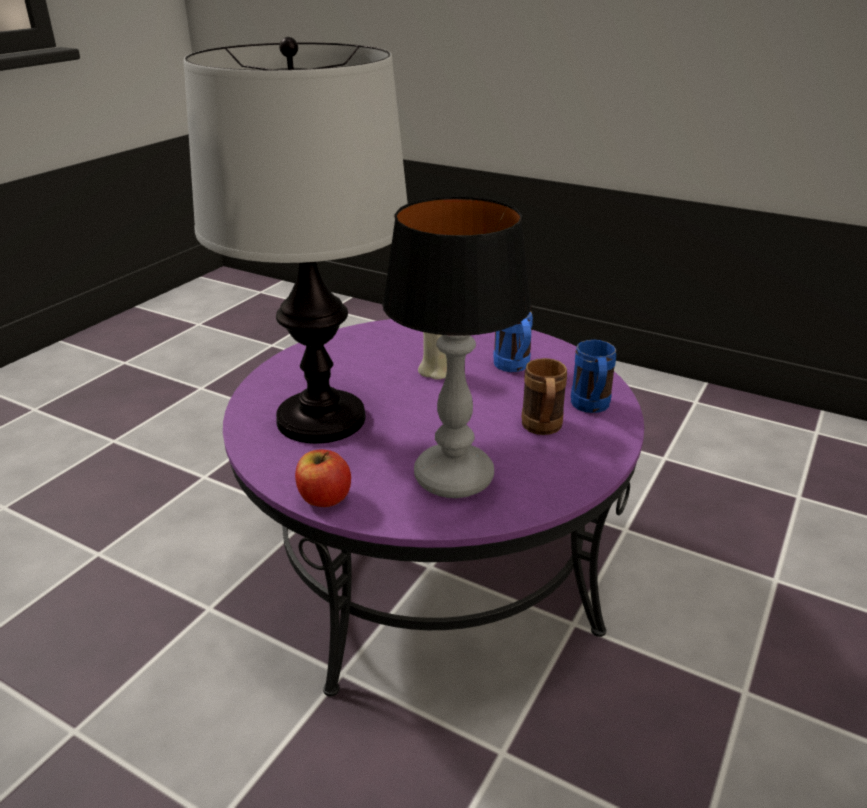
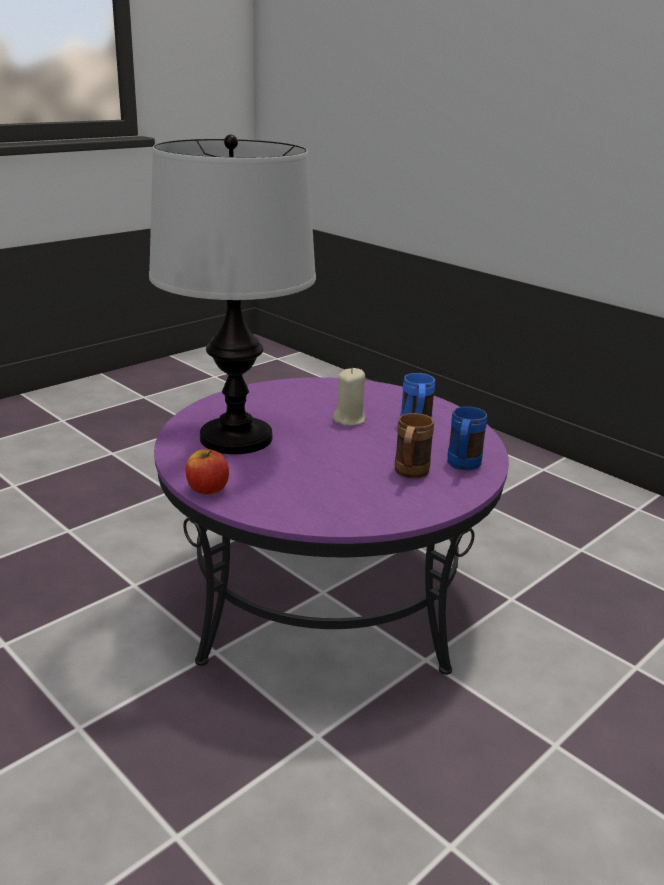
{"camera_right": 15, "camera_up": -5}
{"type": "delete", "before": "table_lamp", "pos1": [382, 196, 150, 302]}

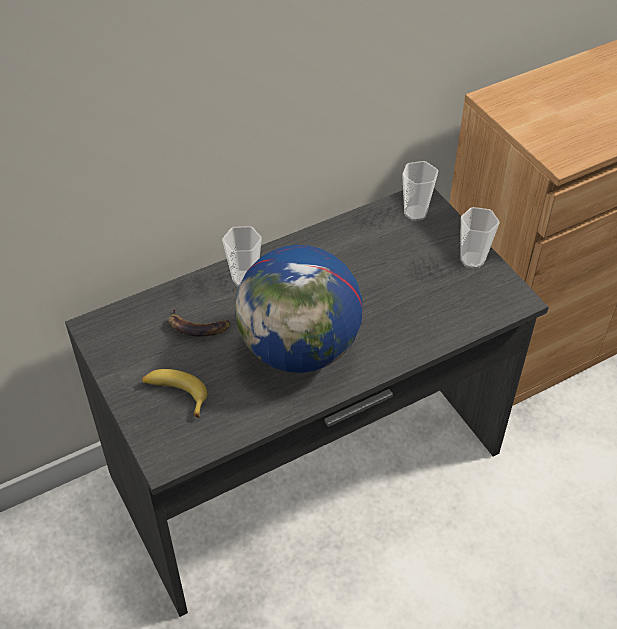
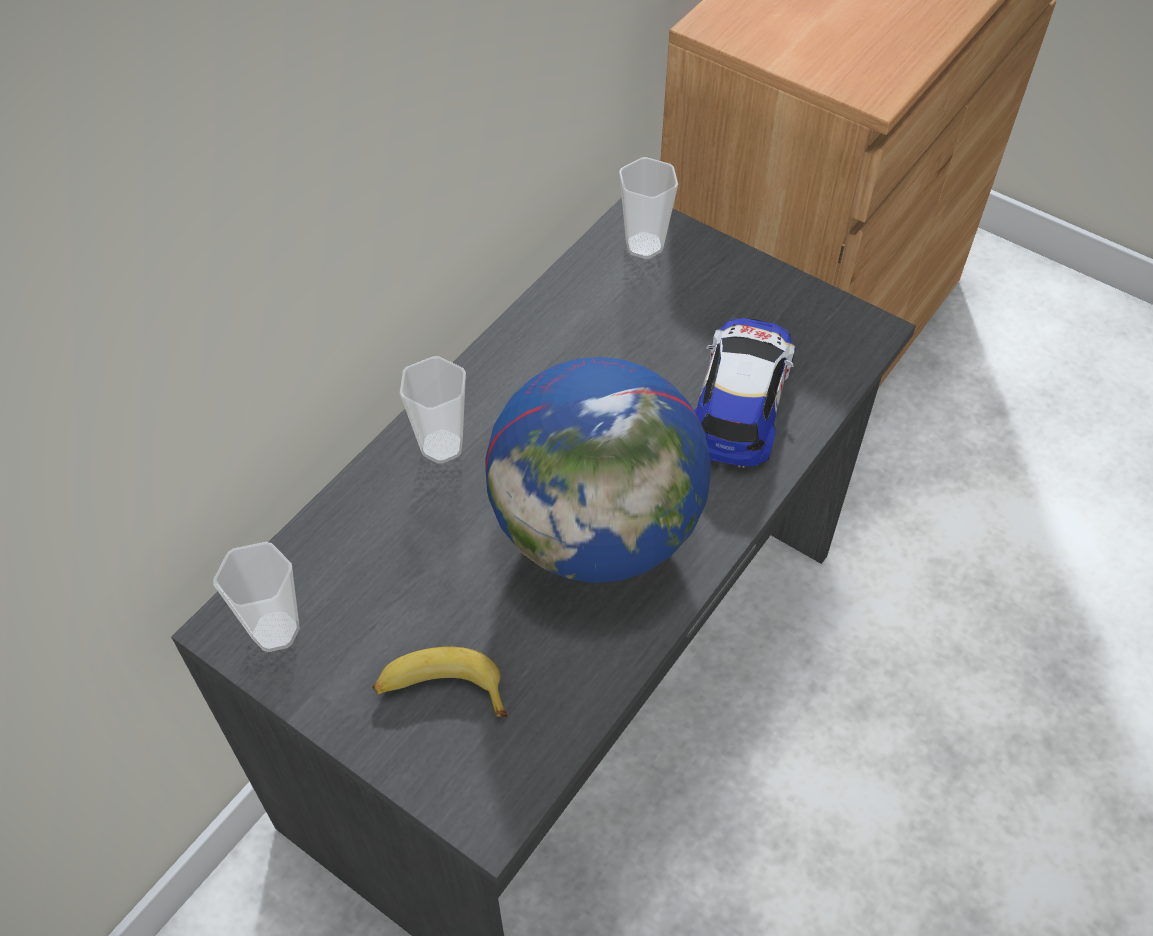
{"camera_right": -25, "camera_up": 5}
{"type": "move", "before": "small_cup", "pos1": [460, 207, 40, 62], "pos2": [213, 542, 87, 110]}
{"type": "insert", "after": "model_car", "pos2": [694, 318, 102, 150]}
{"type": "delete", "before": "banana_fruit", "pos1": [168, 307, 62, 30]}

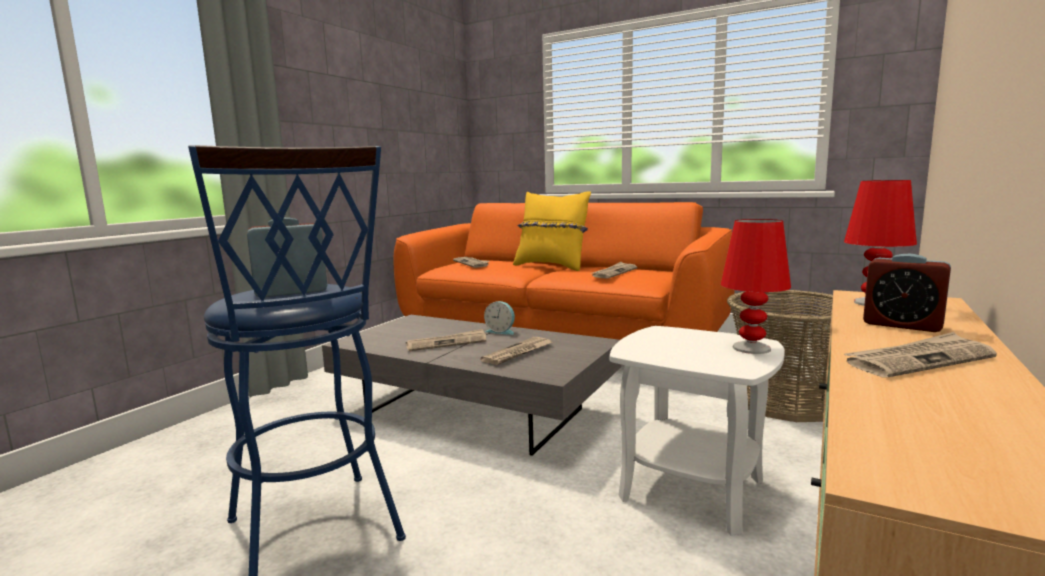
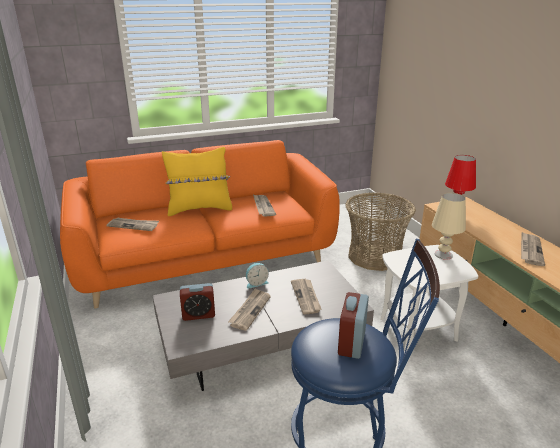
{"camera_right": -50, "camera_up": 15}
{"type": "move", "before": "bedside_clock", "pos1": [863, 254, 88, 78], "pos2": [180, 283, 35, 38]}
{"type": "recolor", "before": "red_table_lamp", "after": "beige-coloured_table_lamp", "pos1": [721, 219, 70, 135], "pos2": [432, 193, 34, 67]}

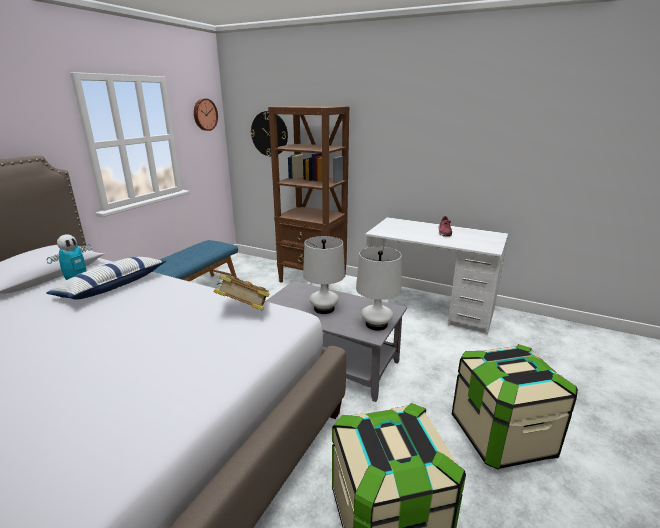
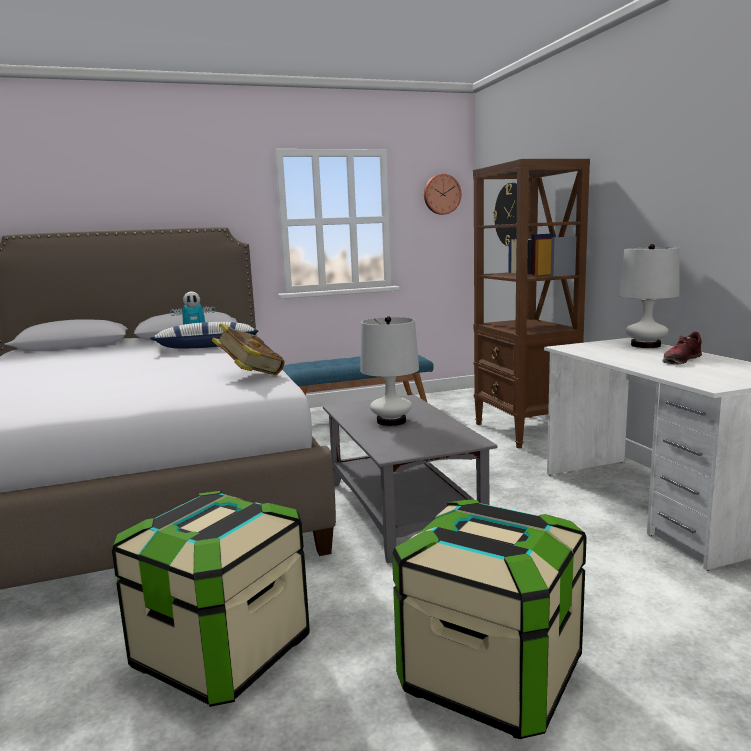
{"camera_right": 45, "camera_up": -10}
{"type": "move", "before": "whitish_table_lamp", "pos1": [356, 247, 46, 84], "pos2": [619, 244, 61, 104]}

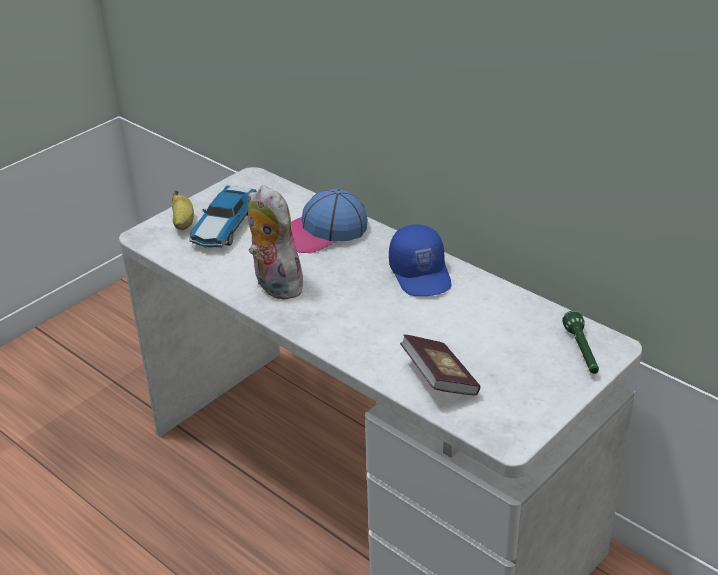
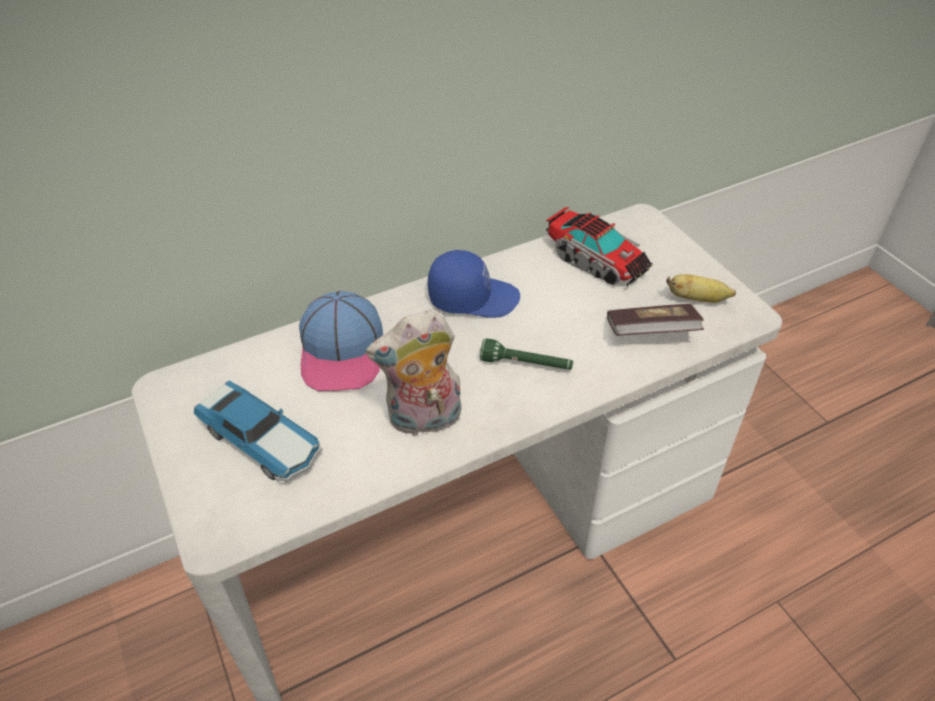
{"camera_right": -70, "camera_up": 10}
{"type": "move", "before": "green-coloured_flashlight", "pos1": [562, 311, 37, 63], "pos2": [480, 338, 93, 32]}
{"type": "insert", "after": "model_truck", "pos2": [546, 207, 107, 79]}
{"type": "move", "before": "banana_fruit", "pos1": [172, 190, 22, 40], "pos2": [666, 274, 70, 29]}

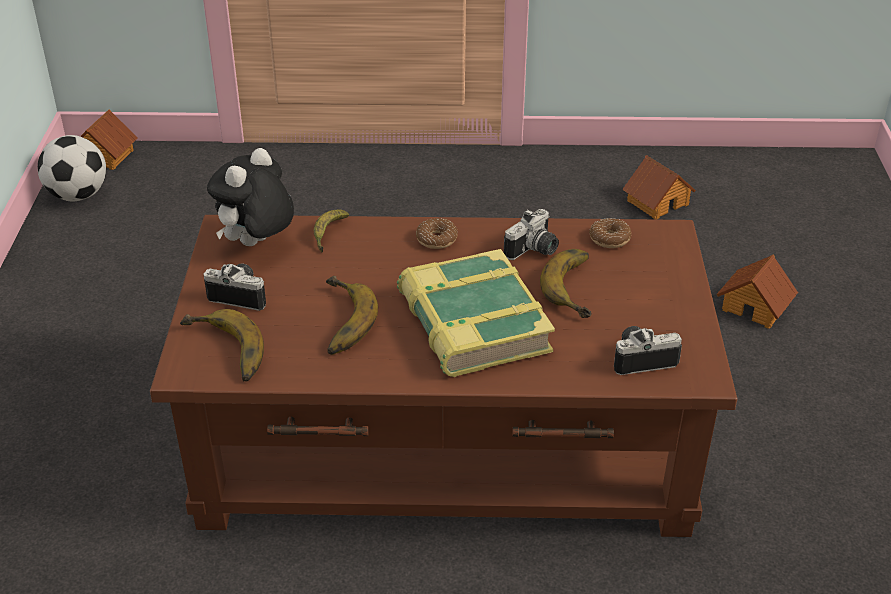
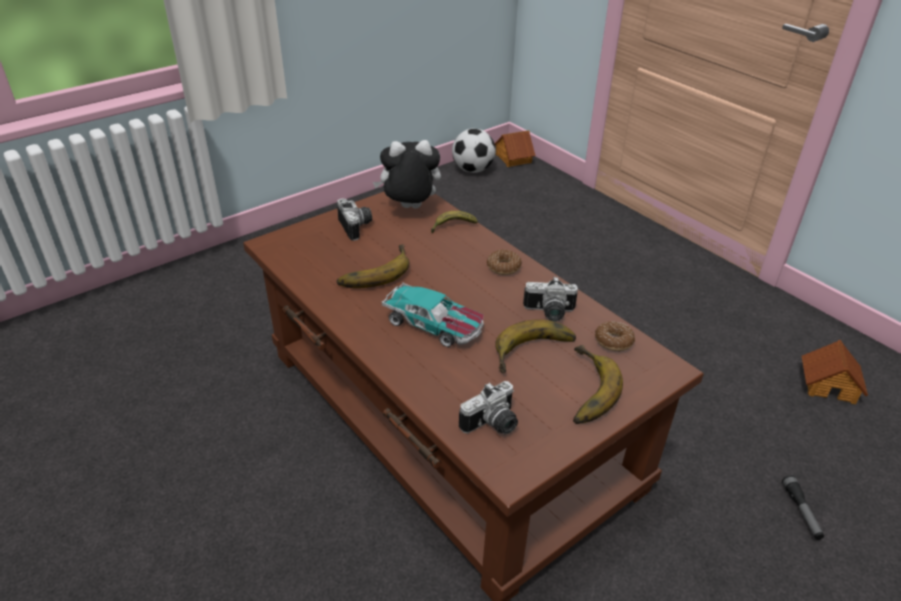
{"camera_right": 50, "camera_up": 0}
{"type": "replace", "before": "book", "after": "model_car", "pos1": [397, 249, 158, 128], "pos2": [382, 283, 102, 64]}
{"type": "rotate", "before": "photo_camera", "pos1": [614, 326, 68, 49], "pos2": [459, 381, 59, 54], "turn": 105}
{"type": "move", "before": "banana_fruit", "pos1": [180, 309, 84, 73], "pos2": [573, 345, 50, 79]}
{"type": "replace", "before": "model_house", "after": "flashlight", "pos1": [717, 255, 81, 74], "pos2": [782, 475, 42, 65]}

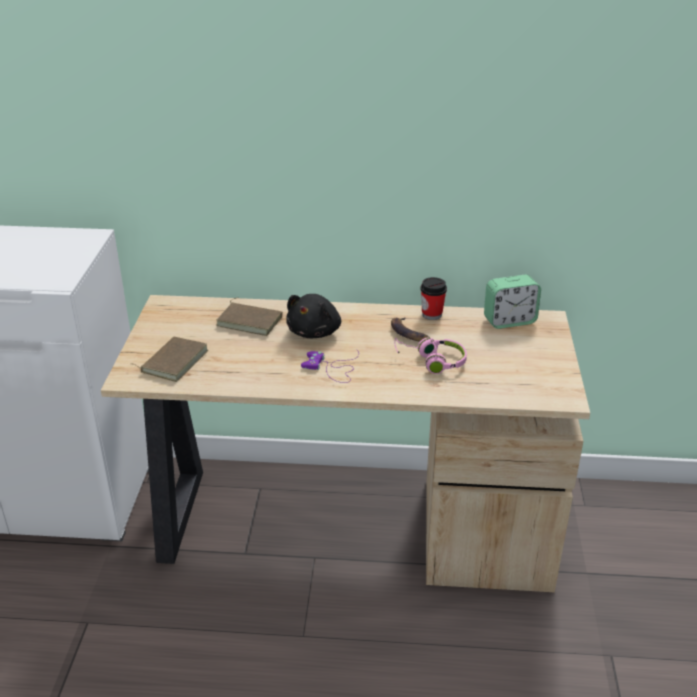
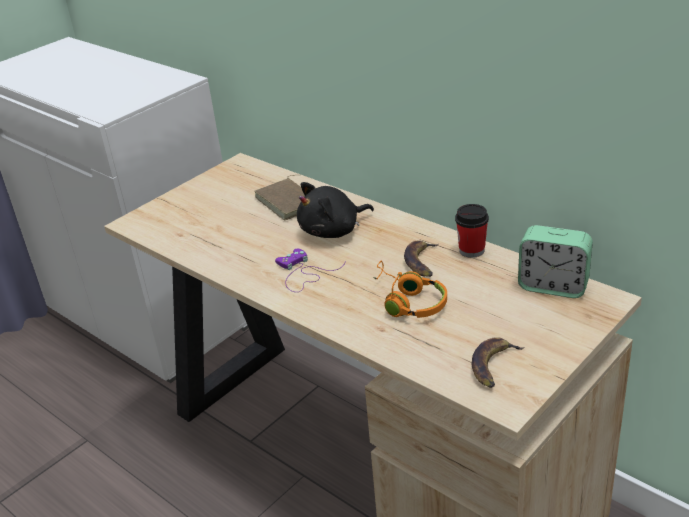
{"camera_right": 40, "camera_up": 0}
{"type": "recolor", "before": "pink-coloured_pair_of_headphones", "after": "orange-coloured_pair_of_headphones", "pos1": [395, 338, 72, 36], "pos2": [373, 261, 74, 57]}
{"type": "insert", "after": "banana_fruit", "pos2": [471, 337, 54, 51]}
{"type": "delete", "before": "brown-coloured_book", "pos1": [133, 337, 75, 45]}

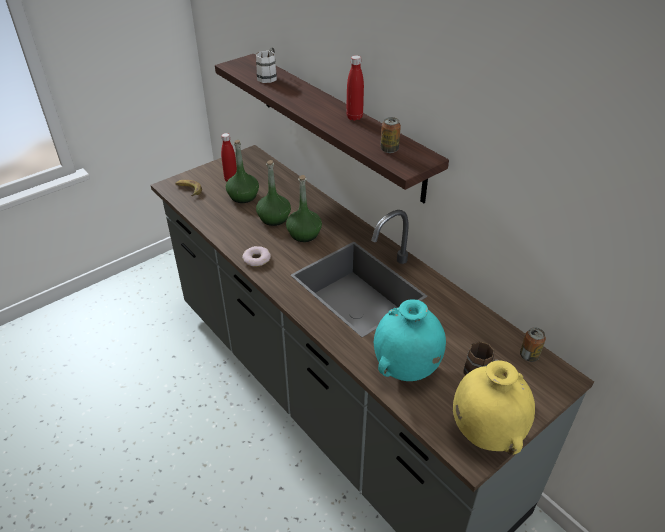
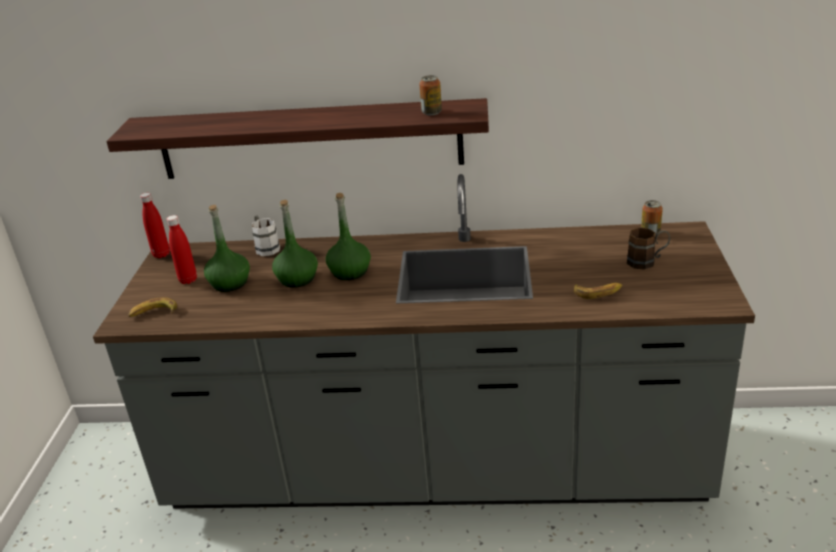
{"camera_right": -45, "camera_up": -10}
{"type": "move", "before": "red_drink_bottle", "pos1": [346, 55, 18, 66], "pos2": [140, 193, 30, 65]}
{"type": "move", "before": "whitish_coffee_mug", "pos1": [256, 48, 21, 35], "pos2": [252, 215, 28, 41]}
{"type": "replace", "before": "turquoise-coloured_flower_vase", "after": "banana_fruit", "pos1": [374, 299, 72, 82], "pos2": [574, 283, 49, 16]}
{"type": "delete", "before": "doughnut", "pos1": [242, 246, 29, 21]}
{"type": "delete", "before": "yellow-coloured_flower_vase", "pos1": [453, 361, 82, 94]}

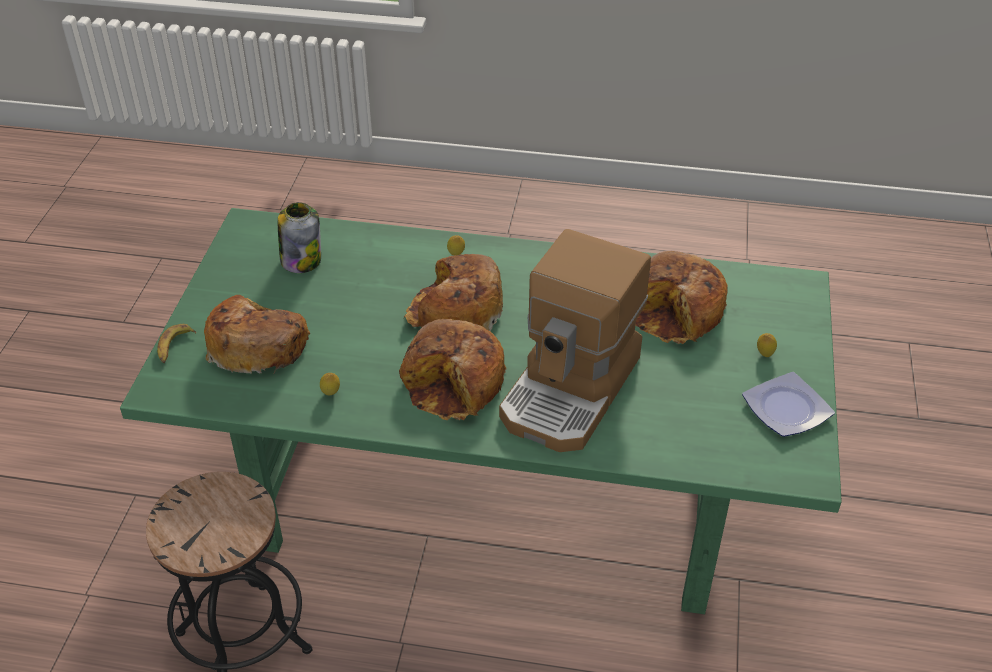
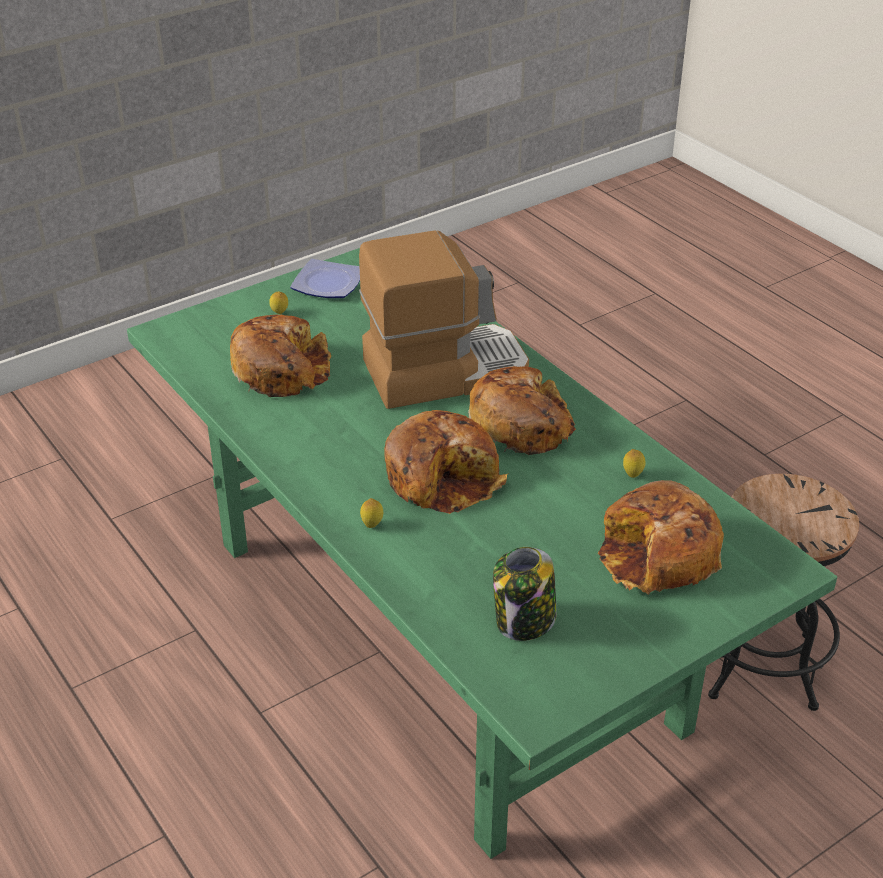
{"camera_right": -135, "camera_up": -5}
{"type": "delete", "before": "banana_fruit", "pos1": [157, 324, 39, 39]}

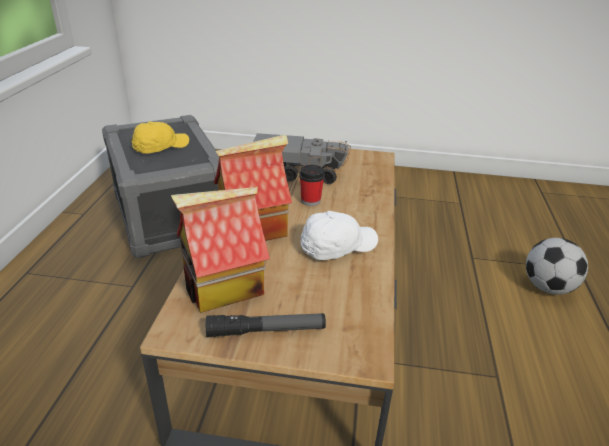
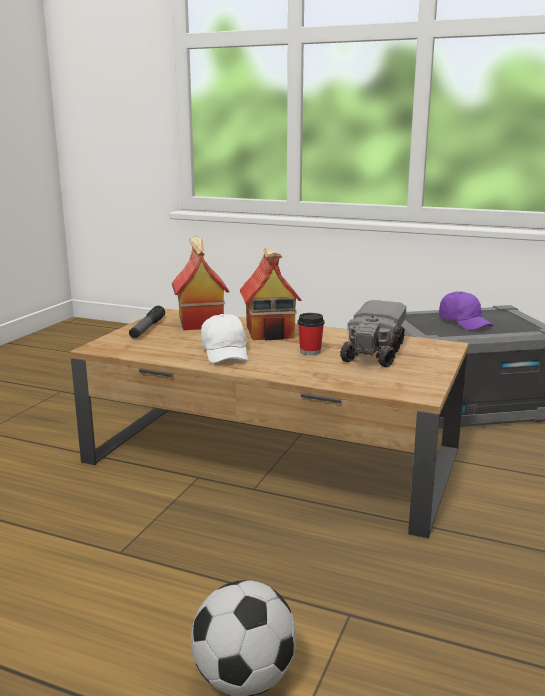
{"camera_right": 105, "camera_up": -15}
{"type": "recolor", "before": "yellow-coloured_baseball_cap", "after": "purplish_baseball_cap", "pos1": [131, 122, 58, 32], "pos2": [439, 291, 54, 39]}

